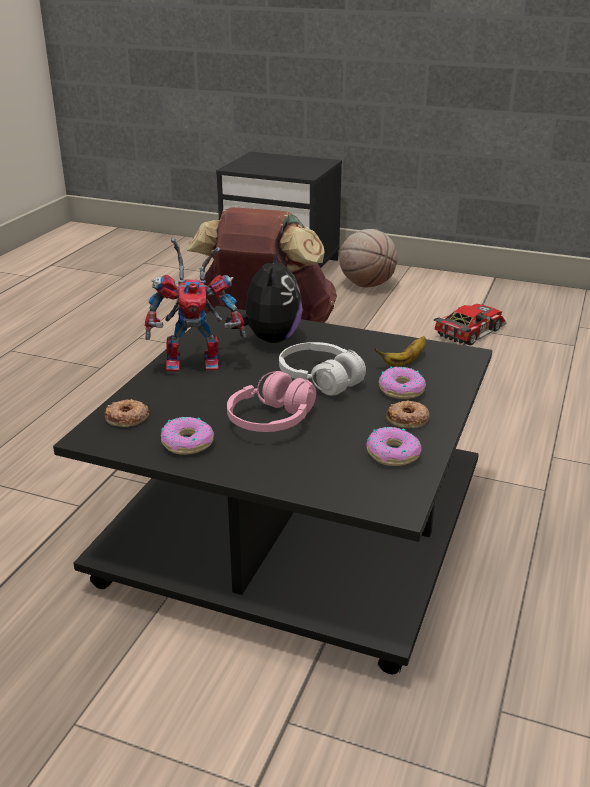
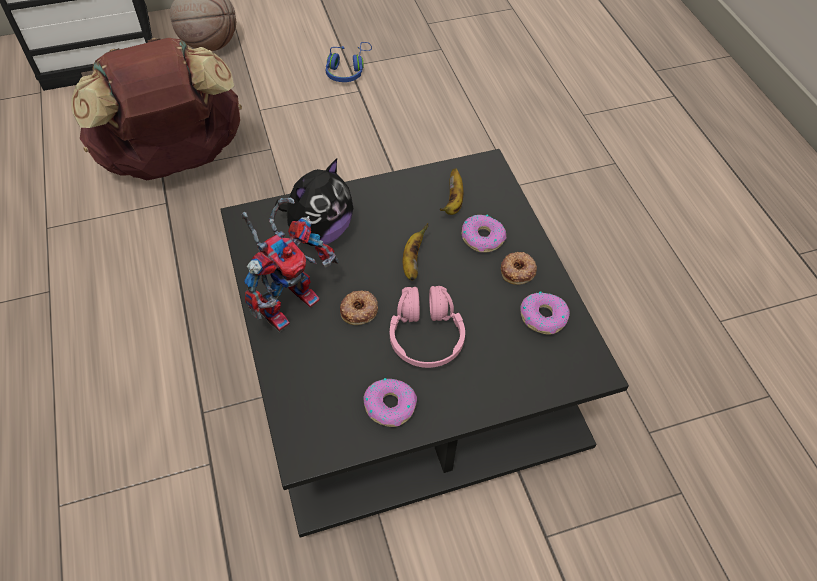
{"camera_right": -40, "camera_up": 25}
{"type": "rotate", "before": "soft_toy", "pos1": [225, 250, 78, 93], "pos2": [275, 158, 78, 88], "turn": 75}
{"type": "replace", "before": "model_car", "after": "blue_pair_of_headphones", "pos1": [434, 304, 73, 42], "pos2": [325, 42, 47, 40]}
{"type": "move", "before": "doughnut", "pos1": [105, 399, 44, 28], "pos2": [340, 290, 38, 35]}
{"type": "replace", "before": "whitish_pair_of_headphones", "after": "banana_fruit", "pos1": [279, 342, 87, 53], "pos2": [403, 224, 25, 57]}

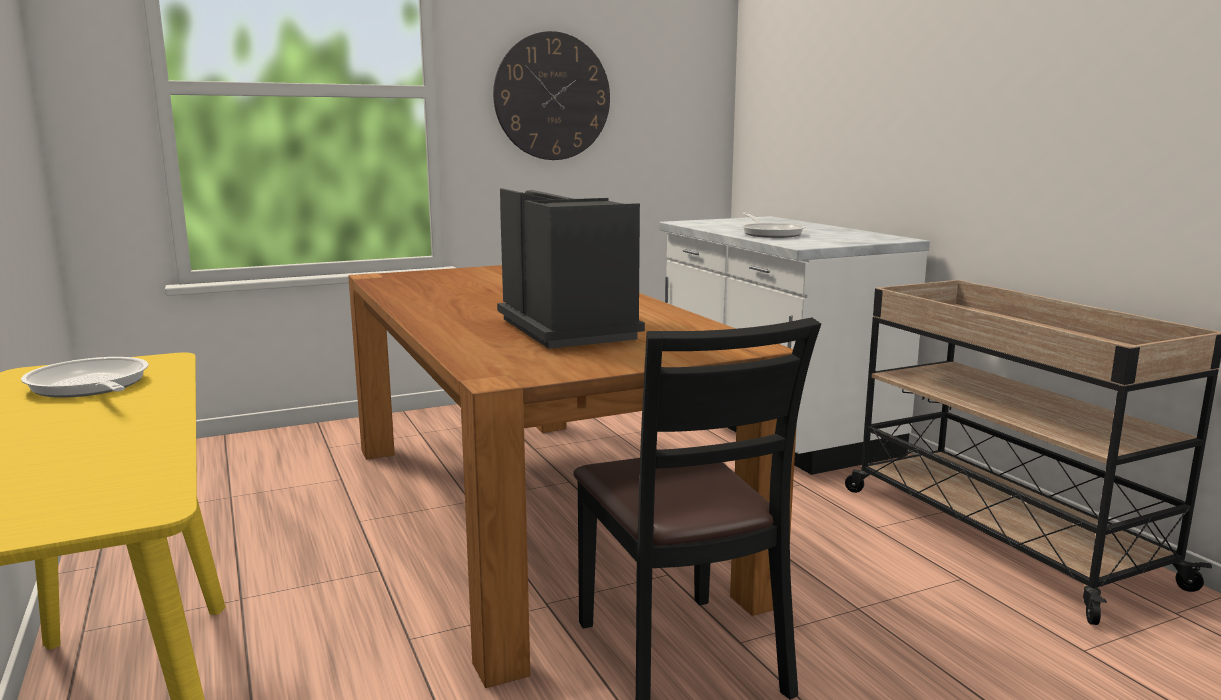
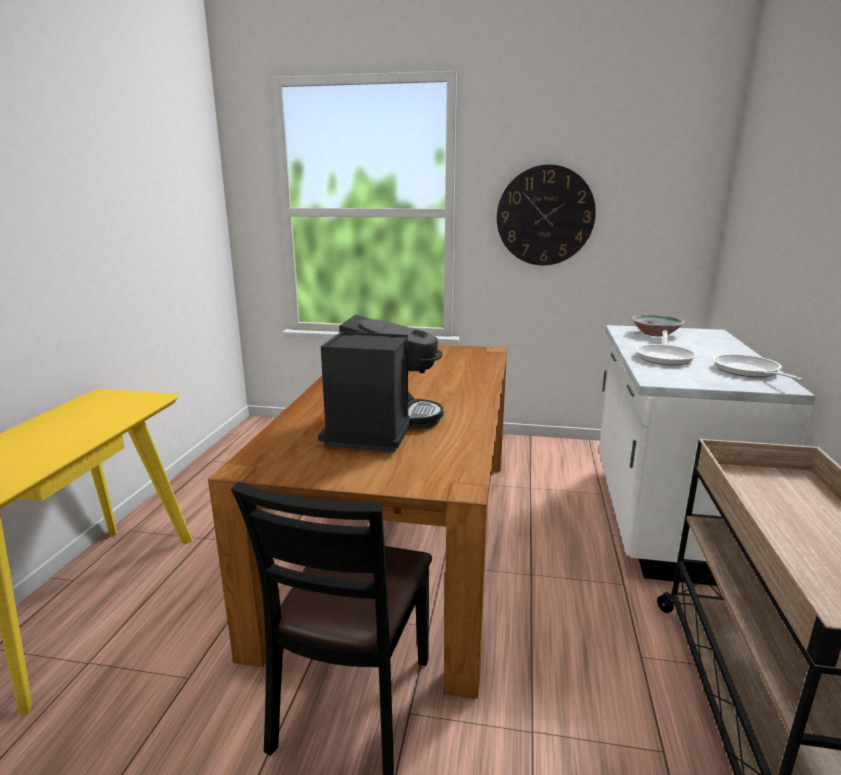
{"camera_right": 35, "camera_up": 5}
{"type": "insert", "after": "serving_bowl", "pos2": [631, 315, 54, 22]}
{"type": "move", "before": "frying_pan", "pos1": [21, 357, 128, 41], "pos2": [712, 354, 92, 27]}

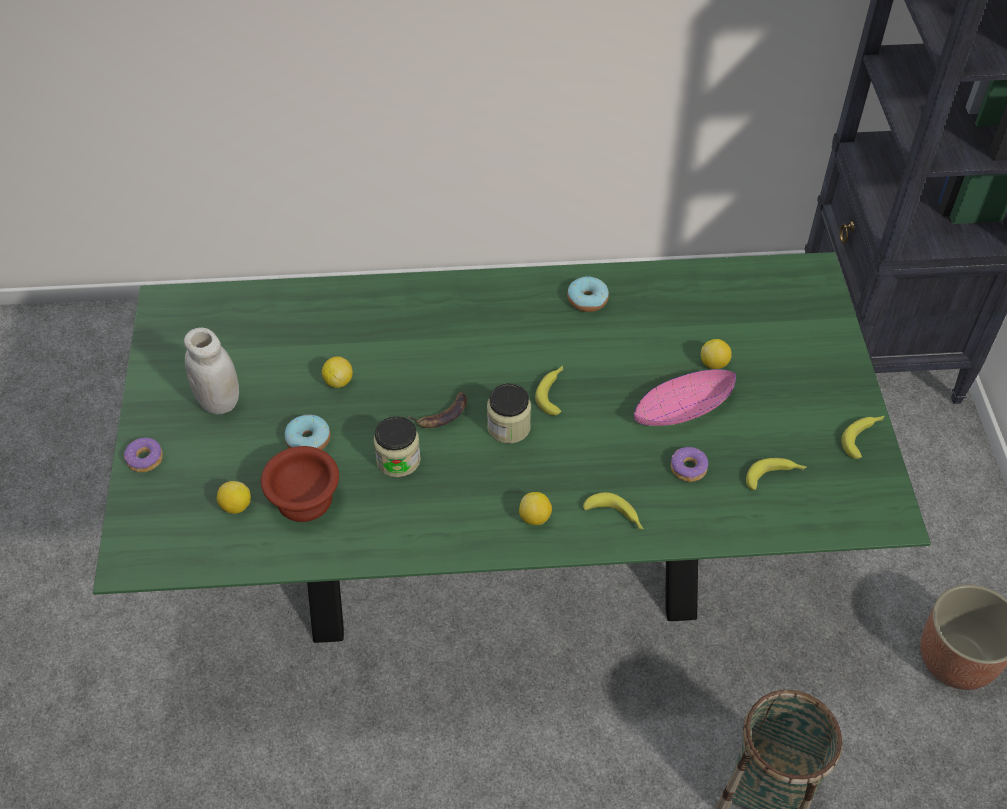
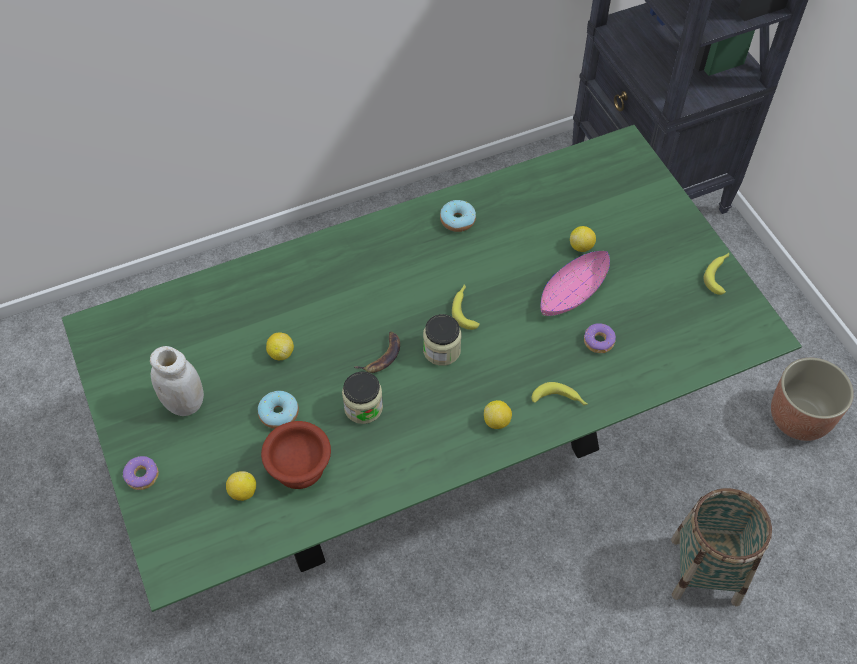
{"camera_right": -20, "camera_up": 5}
{"type": "delete", "before": "banana_fruit", "pos1": [746, 458, 61, 32]}

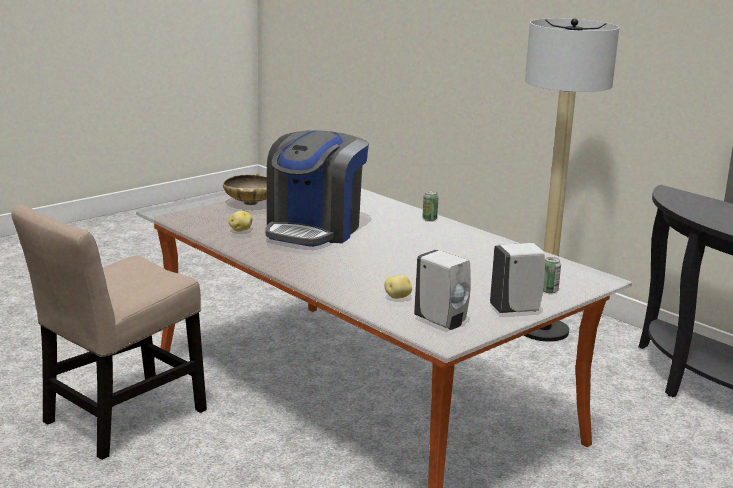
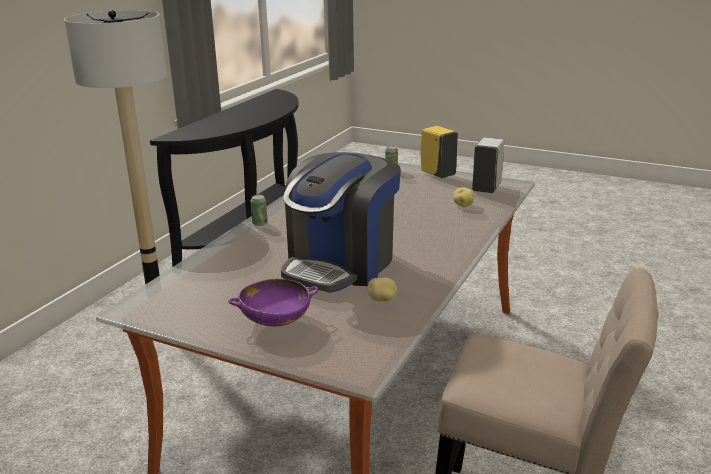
{"camera_right": -110, "camera_up": 5}
{"type": "recolor", "before": "beige-coloured_serving_bowl", "after": "purplish_serving_bowl", "pos1": [223, 173, 44, 32], "pos2": [229, 279, 89, 47]}
{"type": "rotate", "before": "coffee_machine", "pos1": [266, 130, 103, 117], "pos2": [281, 152, 120, 141], "turn": 120}
{"type": "recolor", "before": "whitish_soap_bottle", "after": "yellow-coloured_soap_bottle", "pos1": [490, 243, 55, 70], "pos2": [421, 126, 37, 52]}

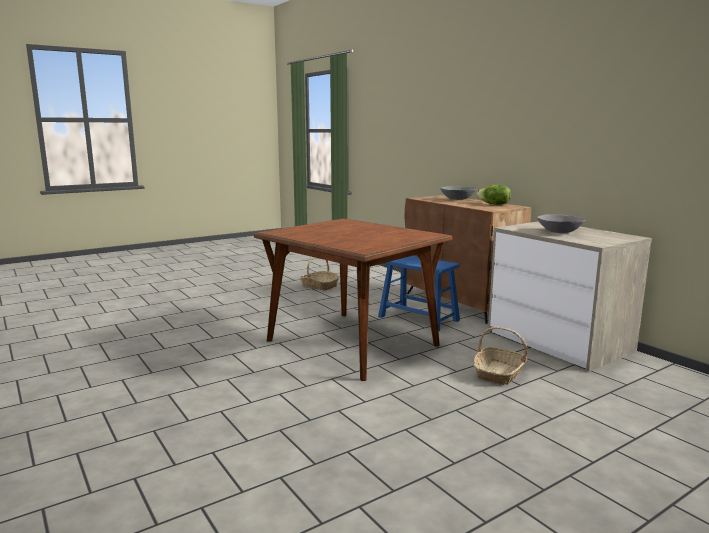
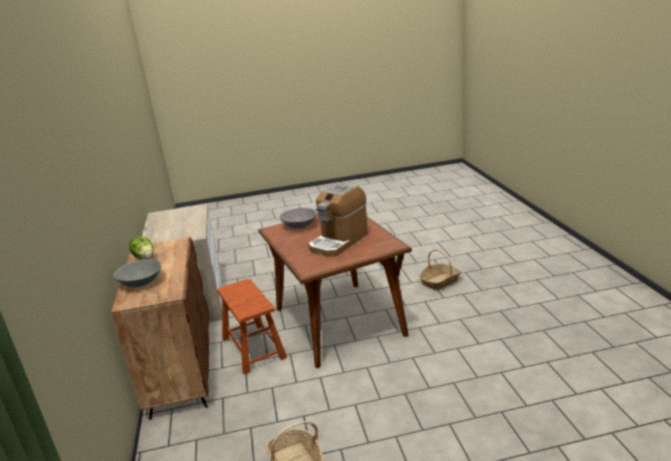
{"camera_right": -155, "camera_up": 10}
{"type": "recolor", "before": "blue_stool", "after": "brown-coloured_stool", "pos1": [378, 256, 82, 76], "pos2": [217, 279, 70, 95]}
{"type": "move", "before": "grey_serving_bowl", "pos1": [537, 214, 49, 19], "pos2": [279, 208, 38, 21]}
{"type": "insert", "after": "coffee_machine", "pos2": [309, 183, 59, 74]}
{"type": "move", "before": "basket", "pos1": [474, 326, 53, 59], "pos2": [419, 249, 42, 42]}

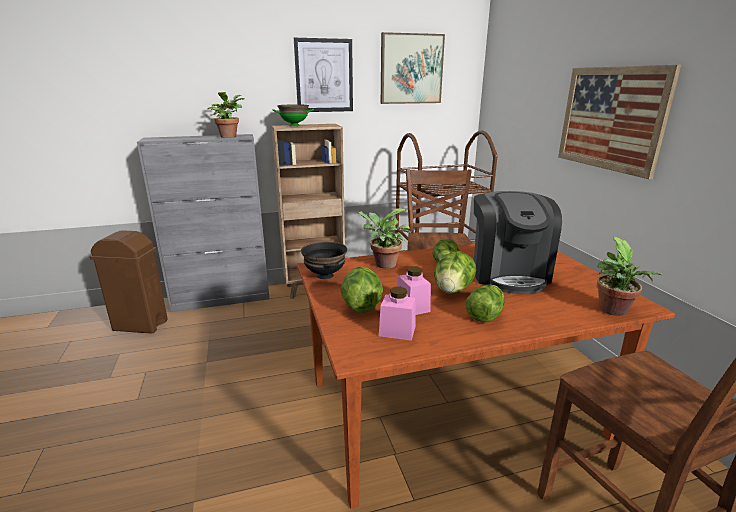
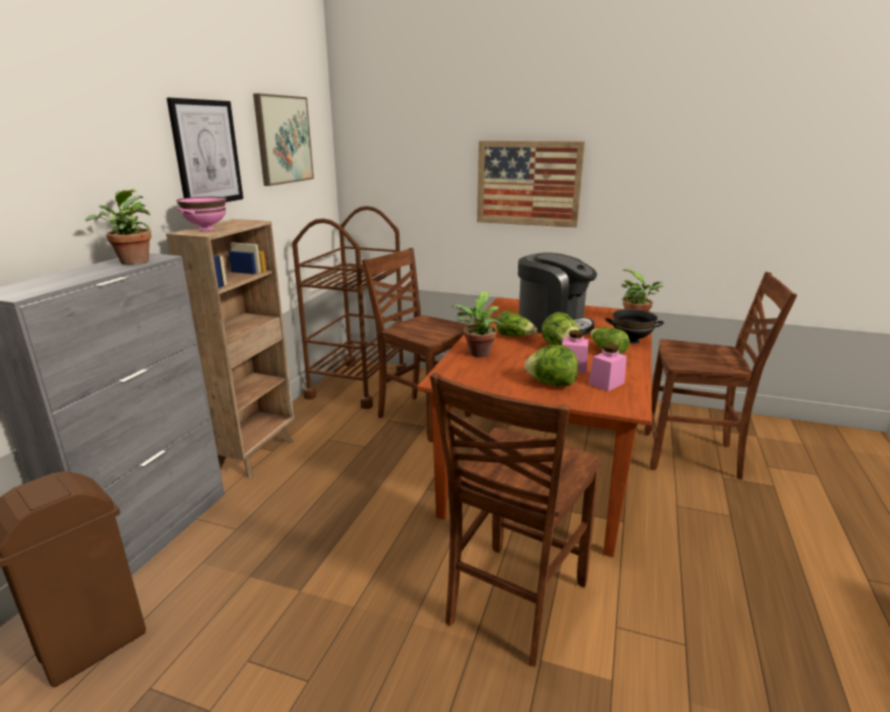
{"camera_right": -55, "camera_up": 0}
{"type": "recolor", "before": "green-coloured_serving_bowl", "after": "pink-coloured_serving_bowl", "pos1": [273, 104, 41, 22], "pos2": [176, 197, 51, 33]}
{"type": "insert", "after": "brown-coloured_chair", "pos2": [430, 373, 173, 294]}
{"type": "move", "before": "black_serving_bowl", "pos1": [301, 241, 46, 38], "pos2": [605, 309, 59, 35]}

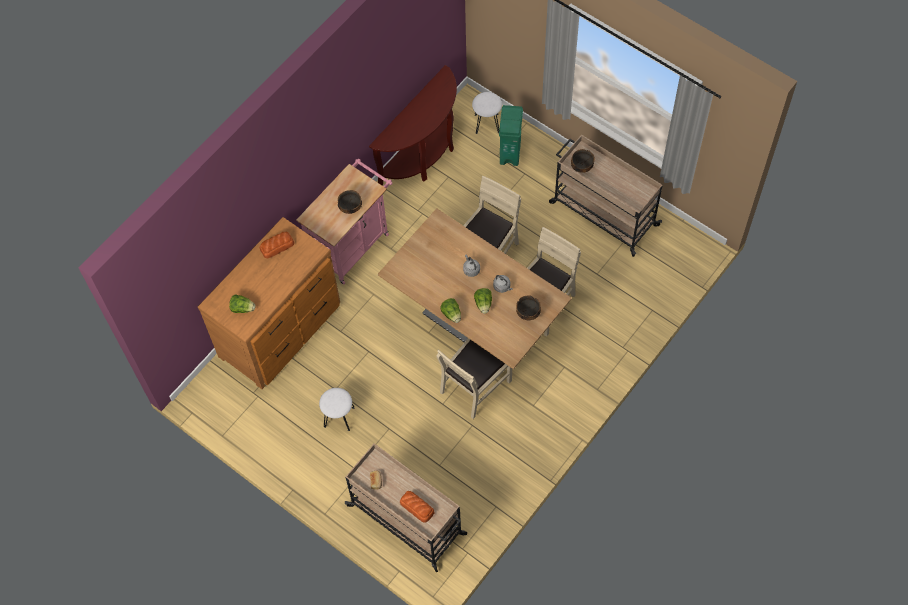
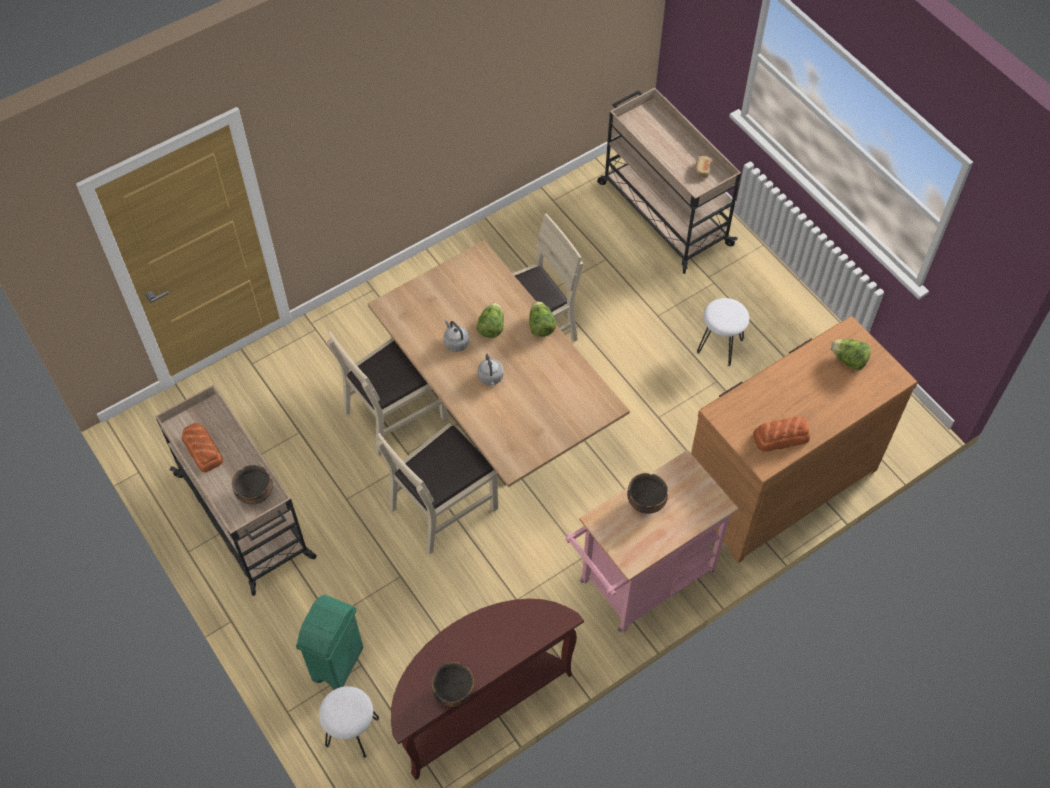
{"camera_right": -165, "camera_up": -5}
{"type": "move", "before": "bread", "pos1": [400, 491, 34, 32], "pos2": [182, 423, 41, 50]}
{"type": "move", "before": "serving_bowl", "pos1": [516, 296, 25, 24], "pos2": [431, 662, 44, 45]}

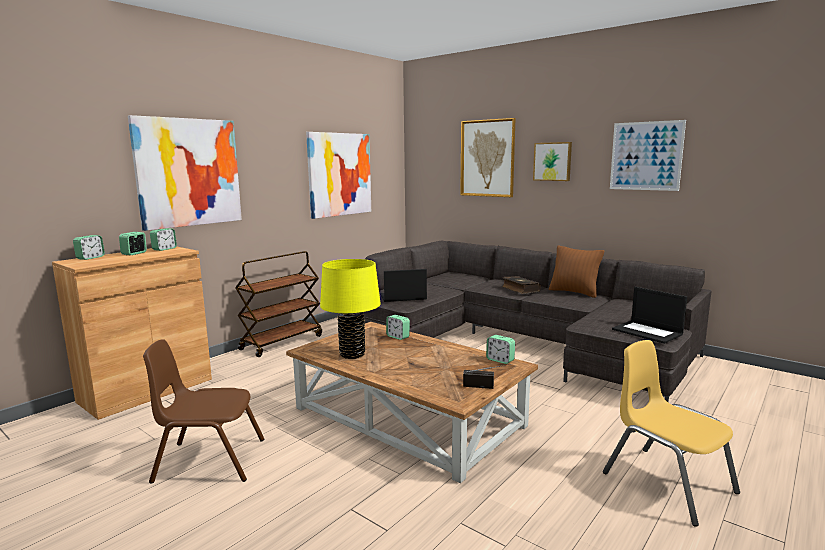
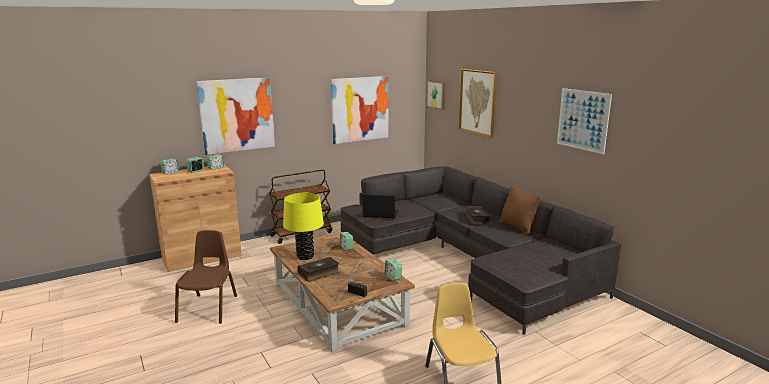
{"camera_right": 20, "camera_up": 5}
{"type": "rotate", "before": "brown-coloured_chair", "pos1": [143, 339, 121, 145], "pos2": [175, 230, 62, 94], "turn": 75}
{"type": "insert", "after": "book", "pos2": [298, 257, 41, 25]}
{"type": "move", "before": "picture", "pos1": [533, 142, 39, 39], "pos2": [427, 80, 18, 30]}
{"type": "delete", "before": "laptop", "pos1": [612, 287, 75, 57]}

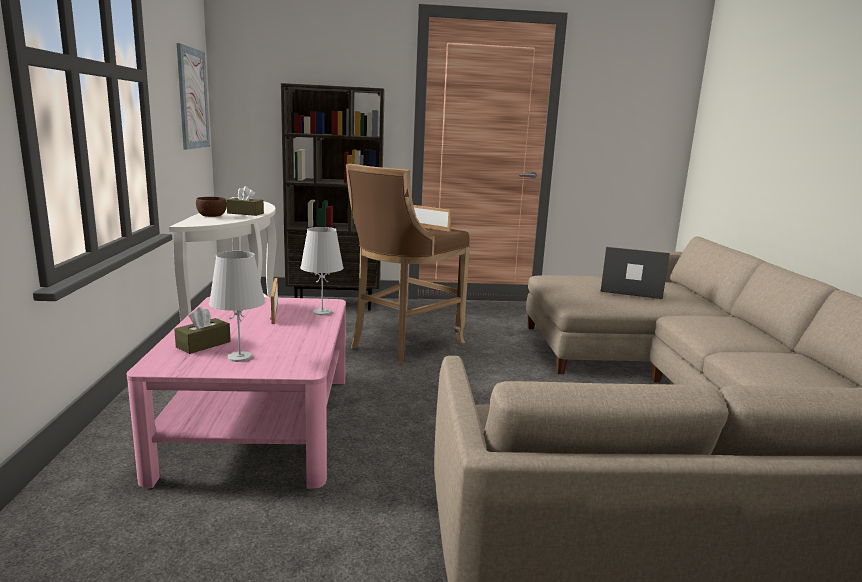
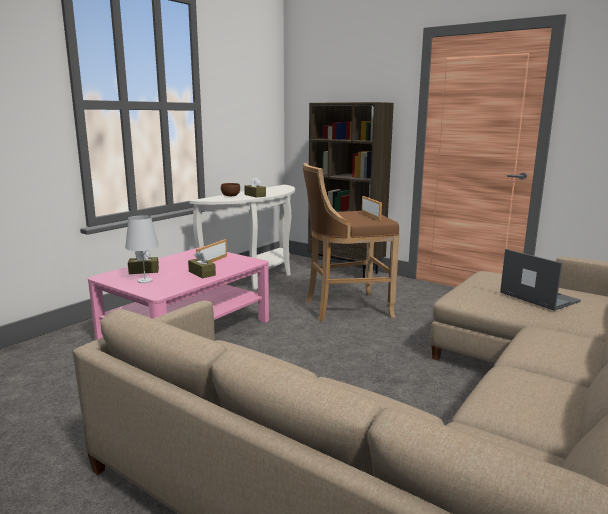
{"camera_right": 40, "camera_up": 0}
{"type": "insert", "after": "brown-coloured_box_of_tissues", "pos2": [188, 250, 28, 28]}
{"type": "delete", "before": "picture", "pos1": [177, 43, 33, 107]}
{"type": "delete", "before": "whitish_table_lamp", "pos1": [300, 227, 44, 88]}

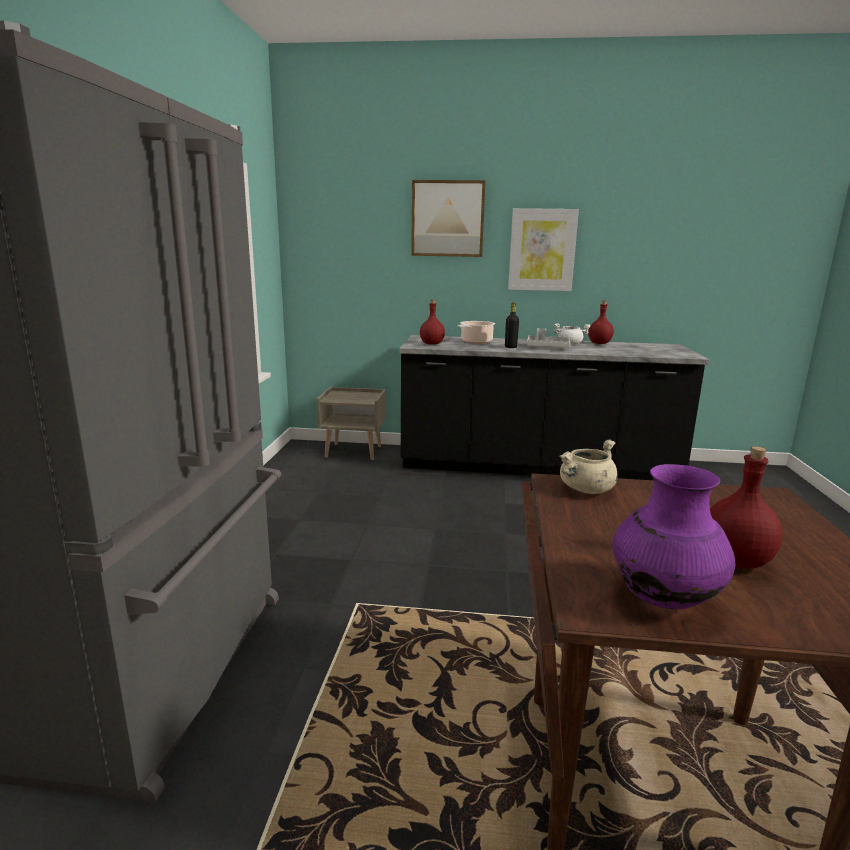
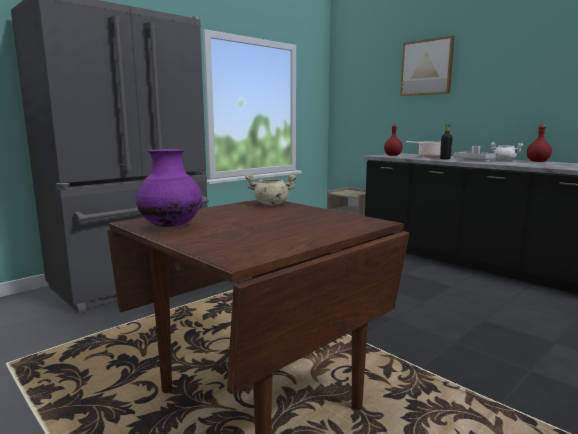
{"camera_right": 40, "camera_up": -5}
{"type": "delete", "before": "picture", "pos1": [508, 208, 71, 83]}
{"type": "delete", "before": "red_drink_bottle", "pos1": [710, 446, 72, 122]}

